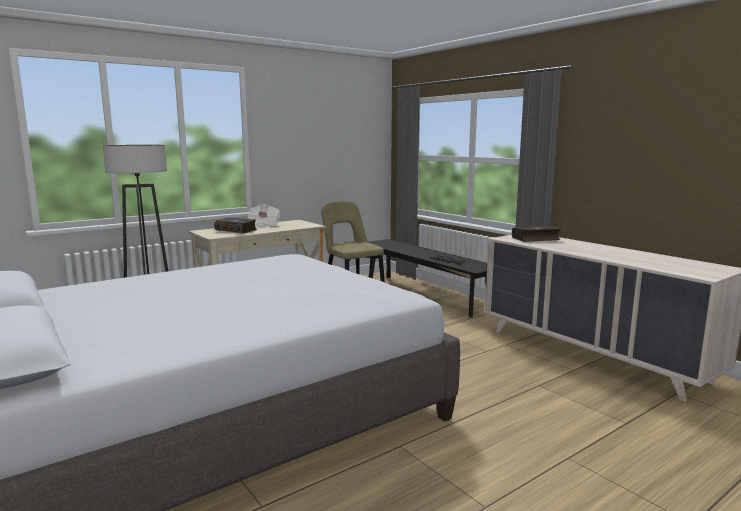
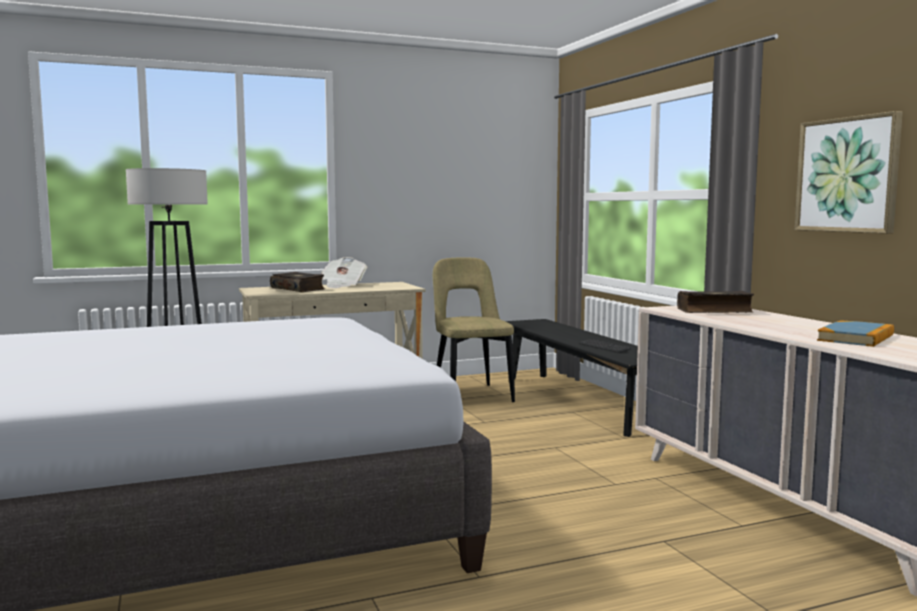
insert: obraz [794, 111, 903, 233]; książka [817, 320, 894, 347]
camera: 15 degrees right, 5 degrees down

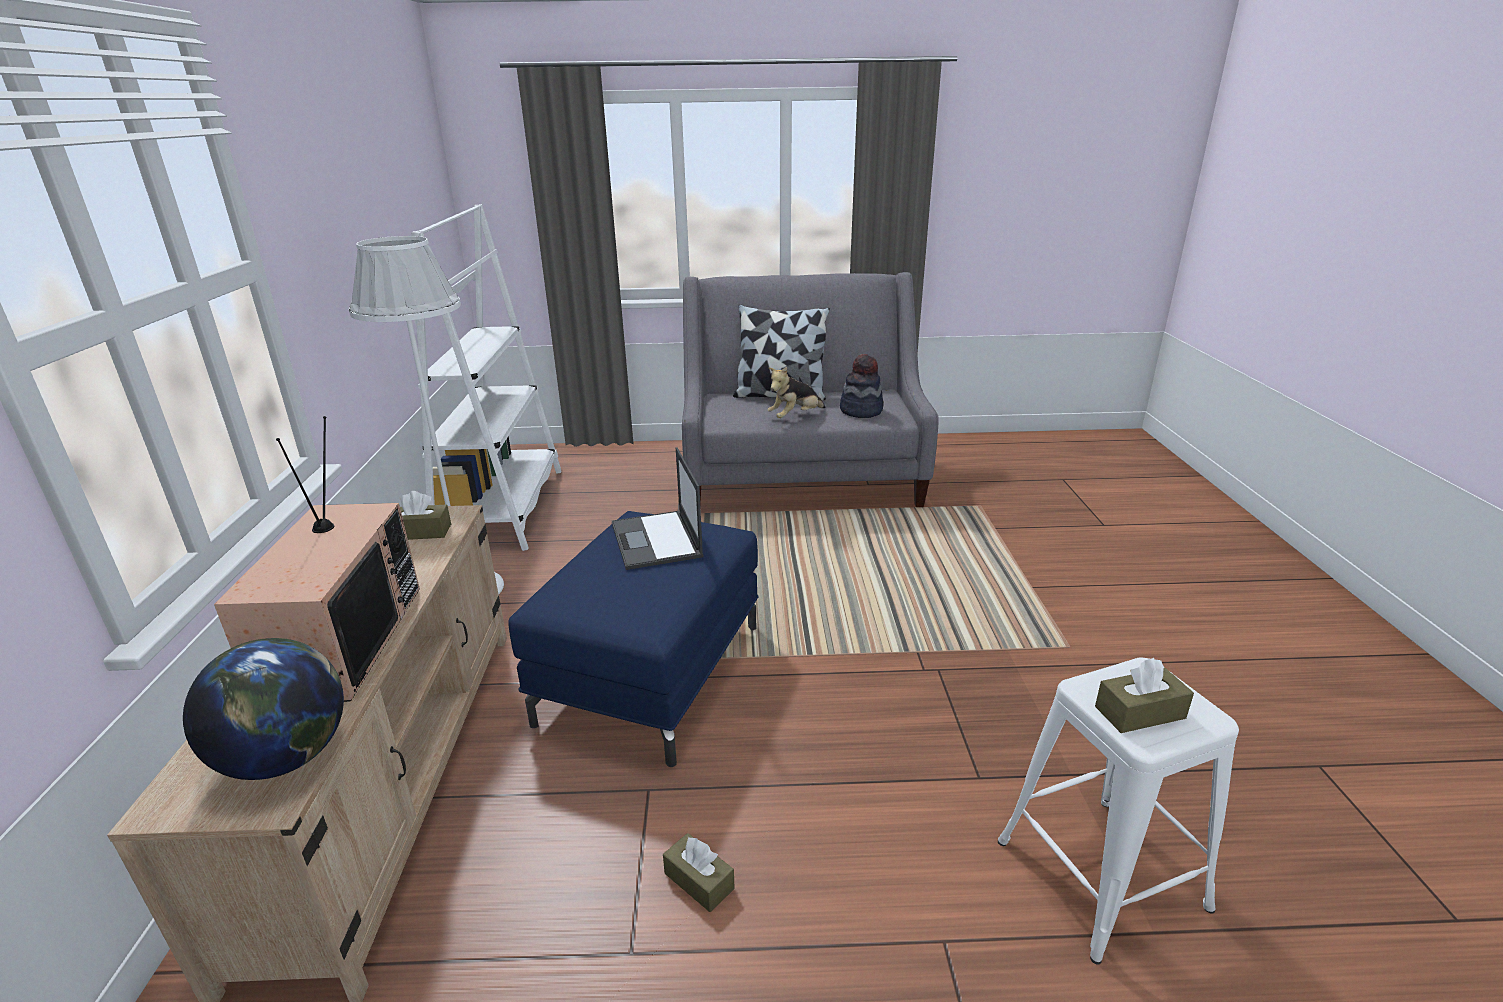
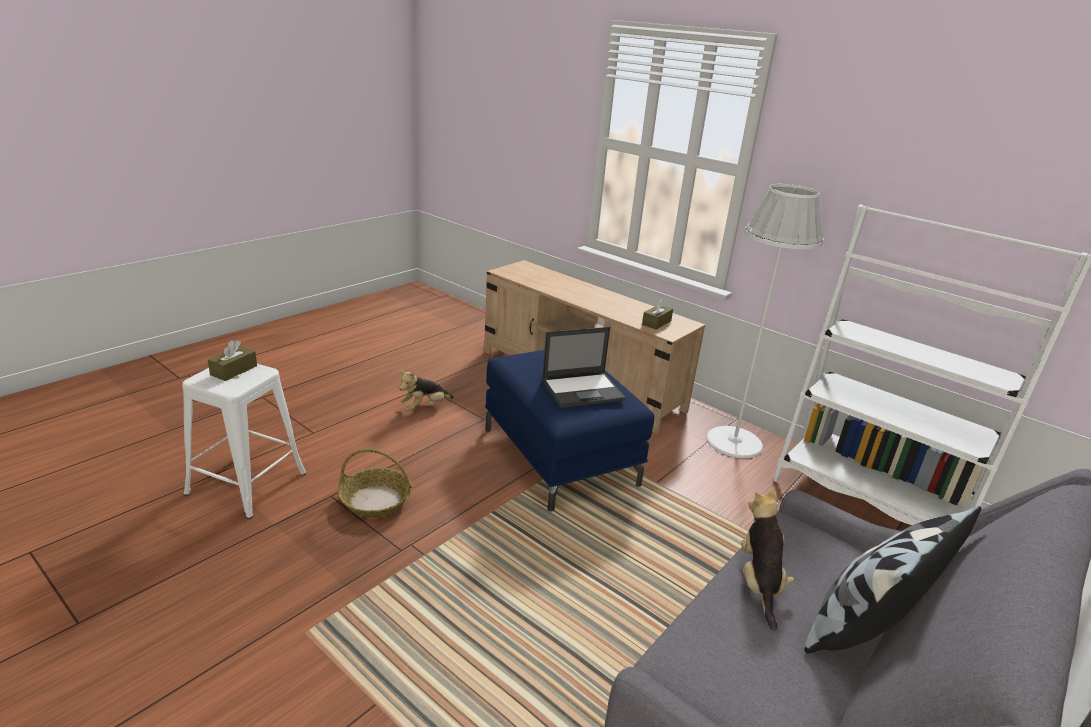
delete: globus [183, 638, 344, 780]; telewizor [214, 416, 420, 702]; kapelusz [840, 354, 884, 418]
insert: koszyk [338, 449, 412, 517]
replace: pudełko chusteczek [brązowy] [663, 833, 735, 912] to pluszak [399, 371, 454, 411]
rotate: laptop [612, 447, 704, 570] = [542, 327, 626, 408] 135 degrees clockwise
camera: 130 degrees right, 0 degrees up

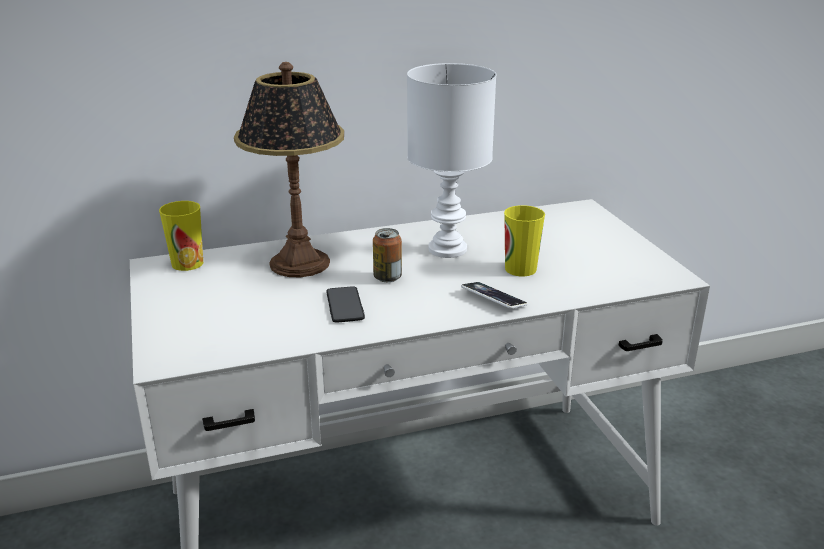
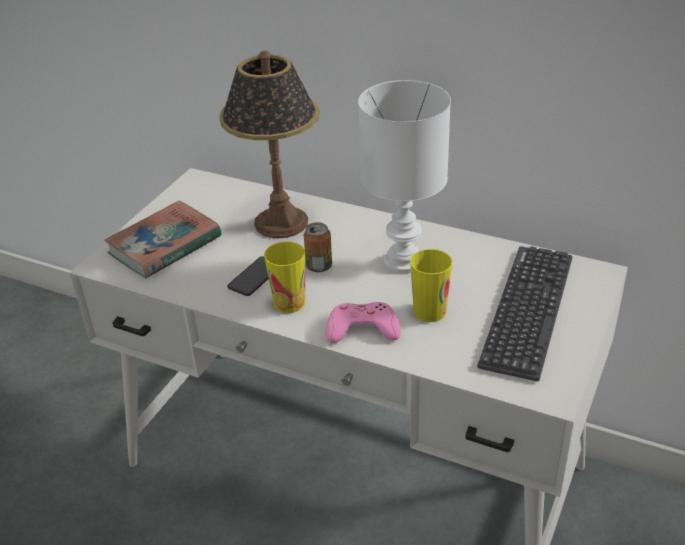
insert: książka [104, 200, 222, 278]; klawiatura [477, 246, 572, 381]
move: filiżanka [159, 201, 203, 271] to [264, 241, 305, 313]
replace: telefon [461, 282, 528, 309] to pad do gier [różowy] [326, 302, 401, 343]
camera: 45 degrees right, 10 degrees up

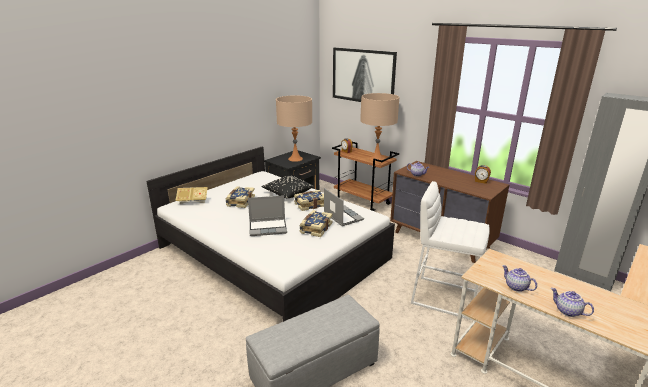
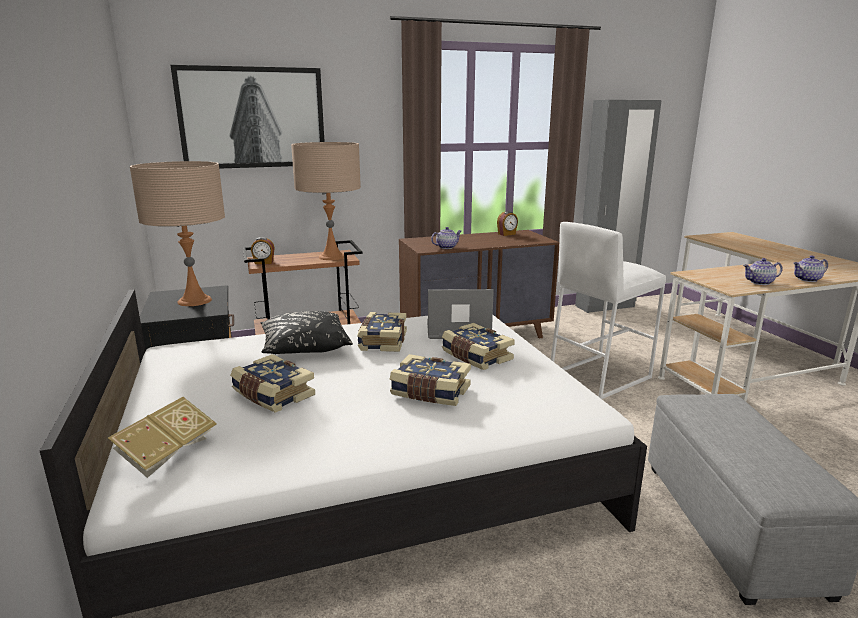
replace: laptop [248, 195, 287, 236] to książka [390, 354, 471, 406]
camera: 60 degrees left, 5 degrees down

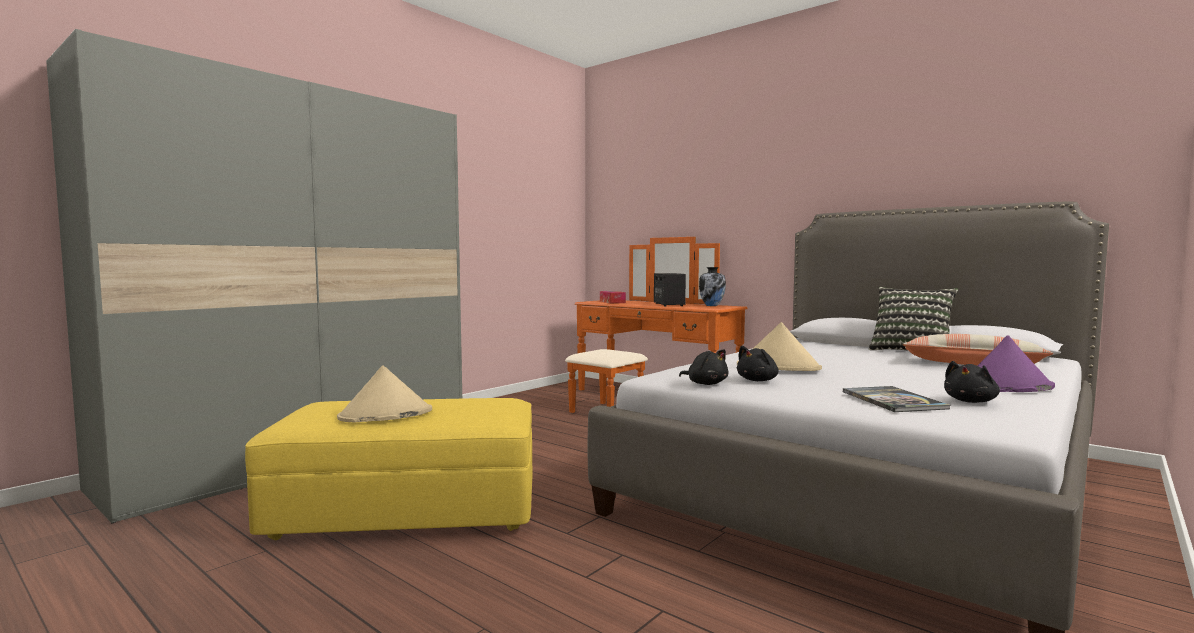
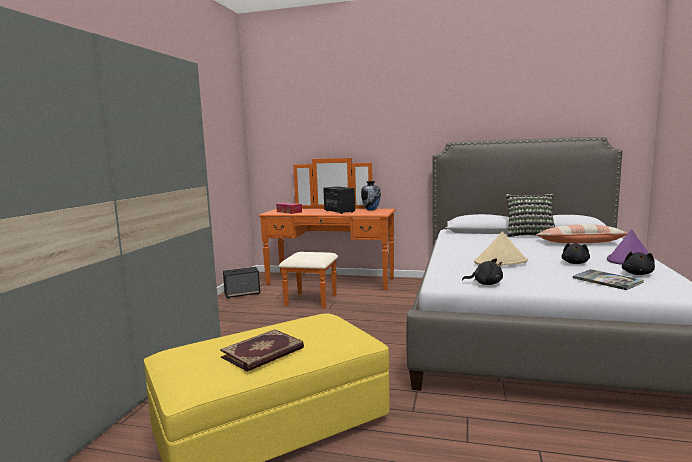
insert: głośnik [223, 267, 260, 299]
move: pluszak [czarny] [737, 346, 778, 381] to [561, 243, 590, 264]
replace: kapelusz [beżowy] [337, 365, 432, 422] to książka [220, 329, 304, 372]
camera: 25 degrees left, 5 degrees up

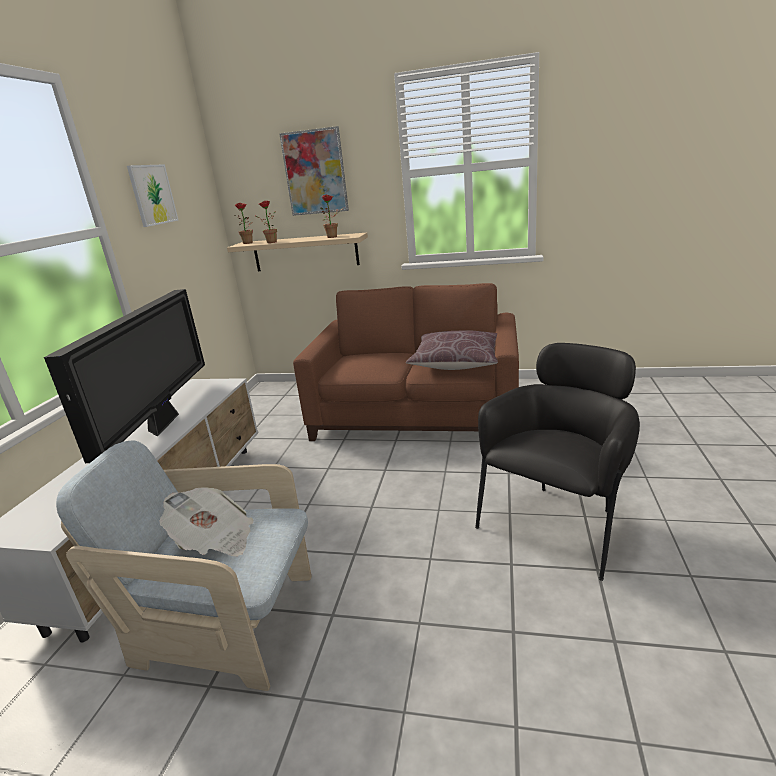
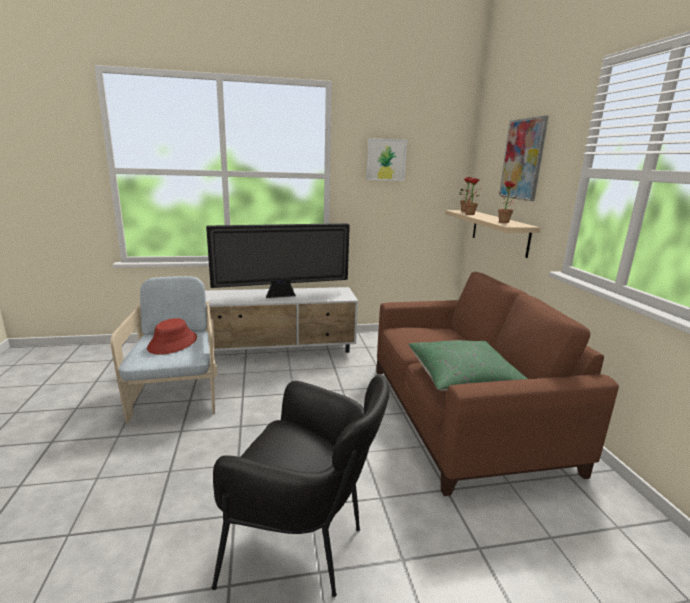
replace: gazeta [159, 487, 254, 556] to kapelusz [czerwony] [147, 318, 197, 355]
recolor: poduszka [brązowy] [406, 330, 498, 370] to poduszka [zielony] [409, 340, 528, 391]
camera: 65 degrees right, 5 degrees down

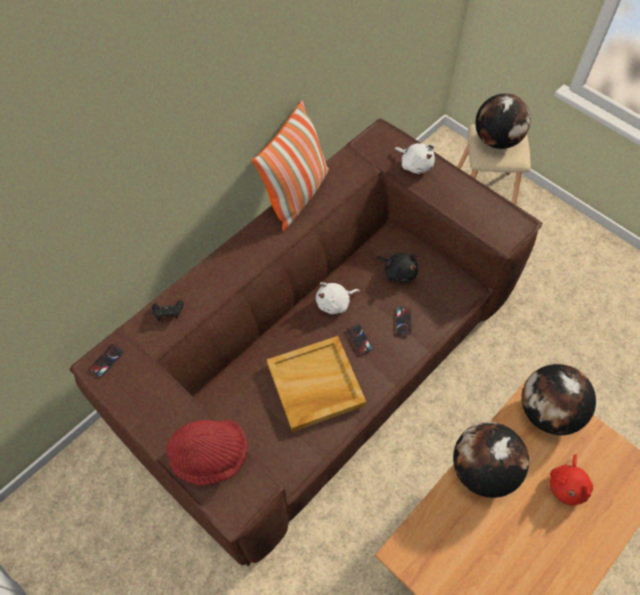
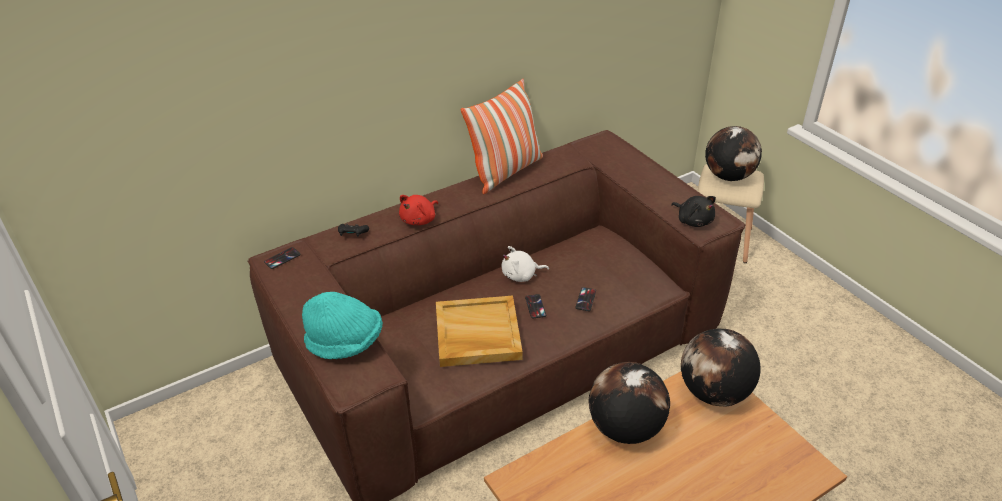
delete: pluszak [biały] [395, 143, 435, 174]
move: pluszak [czarny] [376, 253, 418, 284] to [671, 196, 716, 227]; pluszak [czerwony] [550, 454, 593, 506] to [399, 195, 438, 225]
recolor: kapelusz [czerwony] [166, 420, 248, 486] to kapelusz [turkusowy] [302, 292, 383, 359]
camera: 15 degrees right, 20 degrees down

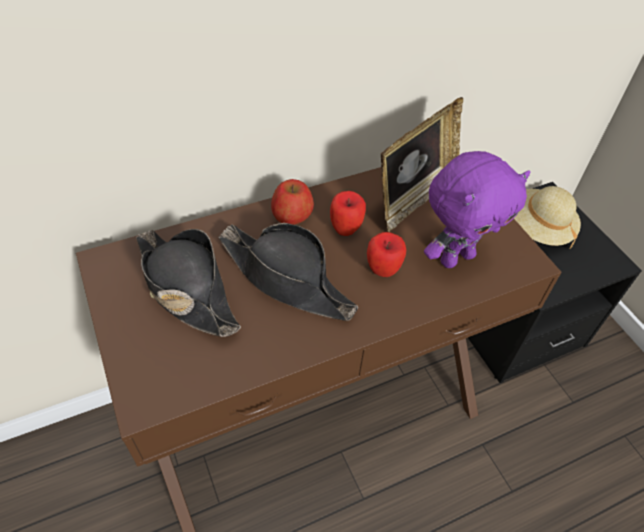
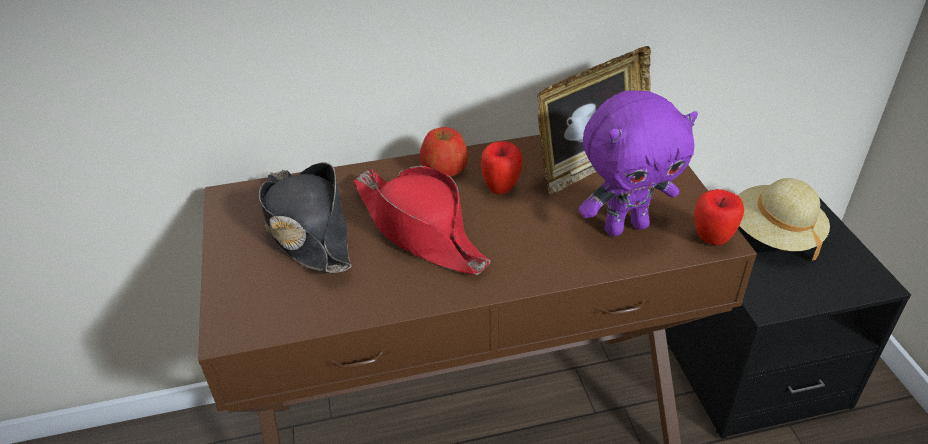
move: jabłko [367, 232, 406, 277] to [695, 189, 744, 245]
recolor: kapelusz [czarny] [218, 223, 358, 321] to kapelusz [czerwony] [353, 166, 490, 275]
camera: 15 degrees right, 10 degrees down

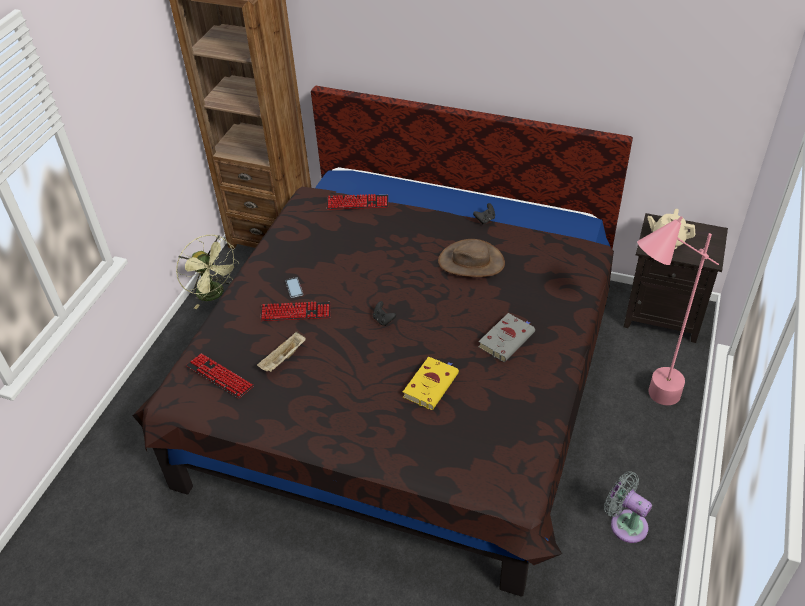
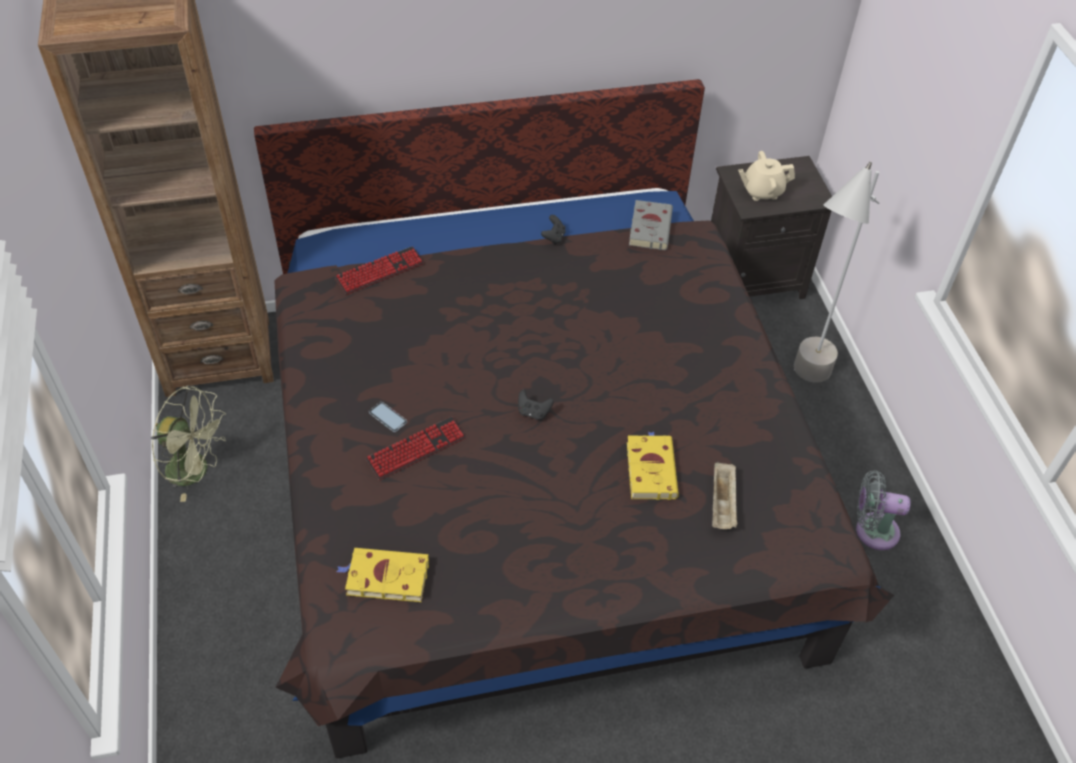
delete: kapelusz [brązowy] [438, 239, 505, 277]
move: taca [beżowy] [257, 332, 306, 372] to [712, 462, 738, 529]; książka [szary] [479, 313, 535, 362] to [629, 200, 673, 250]
replace: klawiatura [186, 353, 254, 399] to książka [żółty] [337, 548, 429, 602]
recolor: lampa stojąca [różowy] [637, 216, 719, 405] to lampa stojąca [szary] [794, 162, 879, 383]
camera: 35 degrees left, 5 degrees up

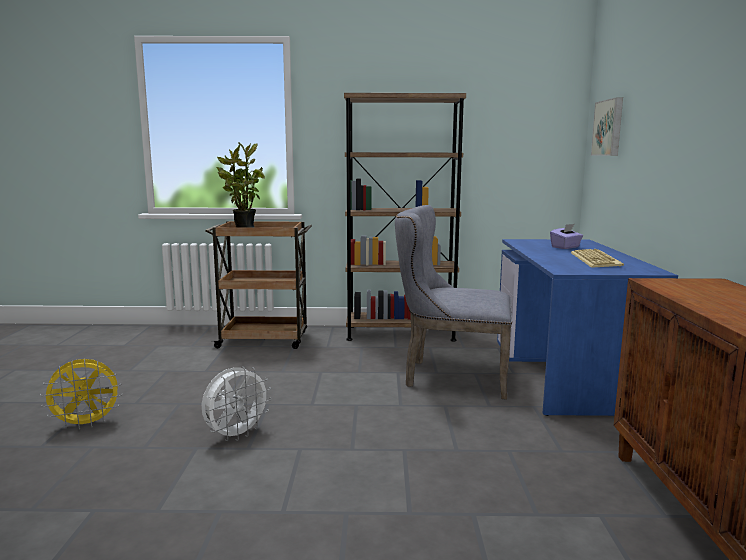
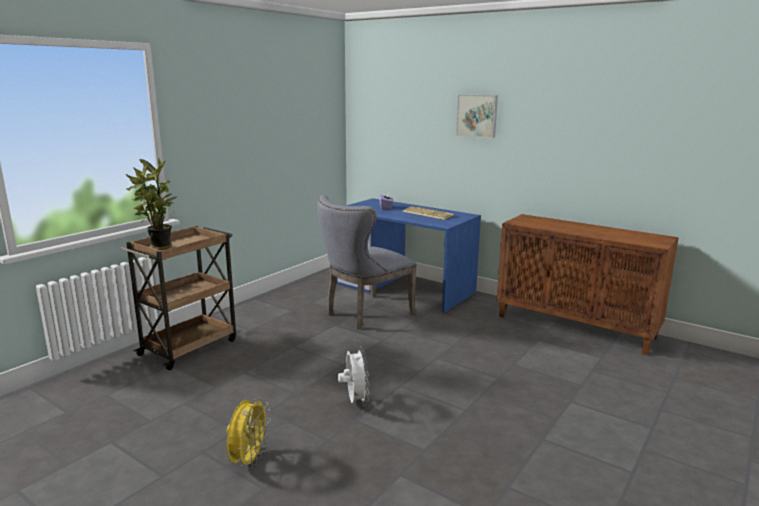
delete: regał [brązowy] [344, 93, 466, 341]
move: obraz [591, 97, 623, 156] to [456, 94, 498, 138]
camera: 55 degrees left, 5 degrees up

